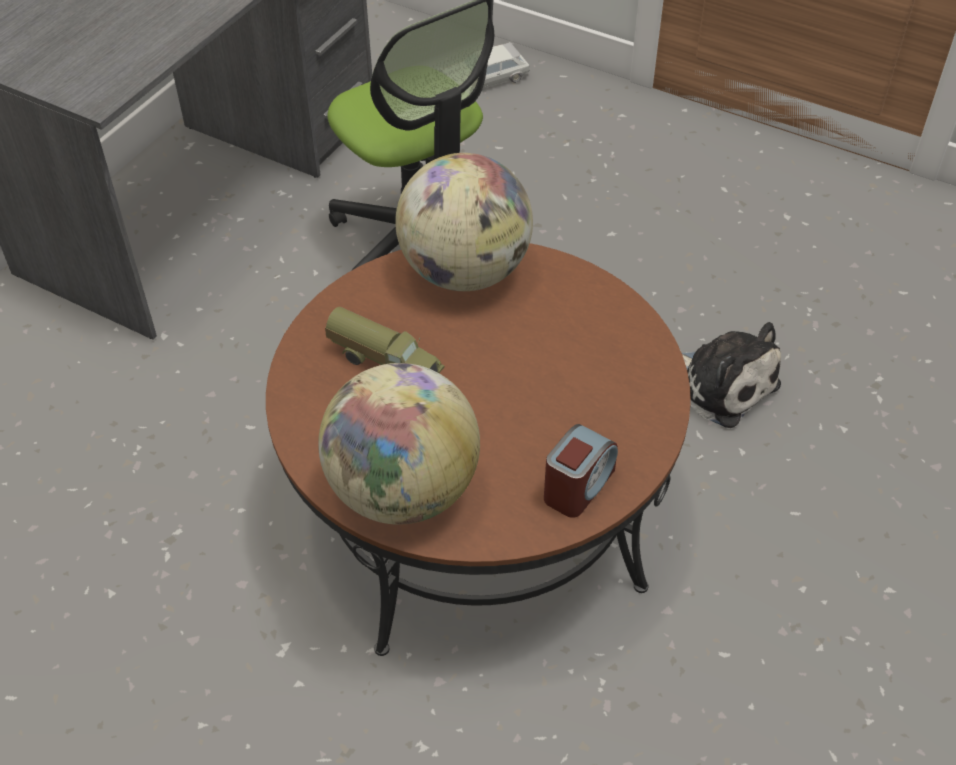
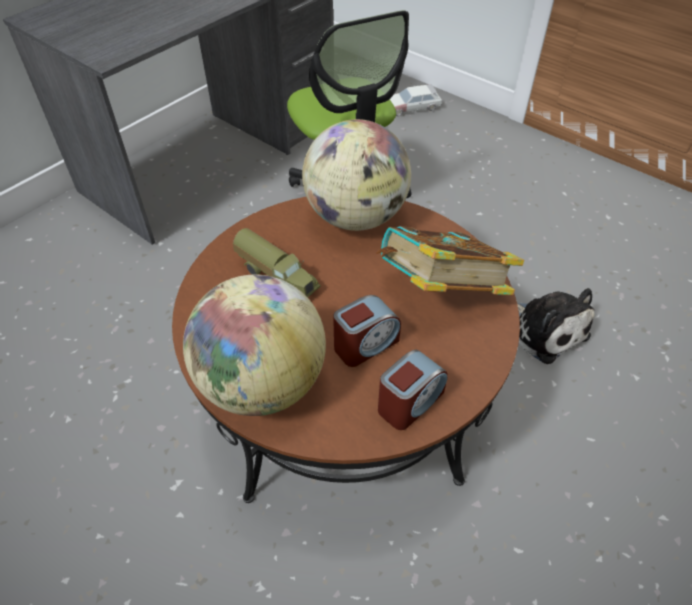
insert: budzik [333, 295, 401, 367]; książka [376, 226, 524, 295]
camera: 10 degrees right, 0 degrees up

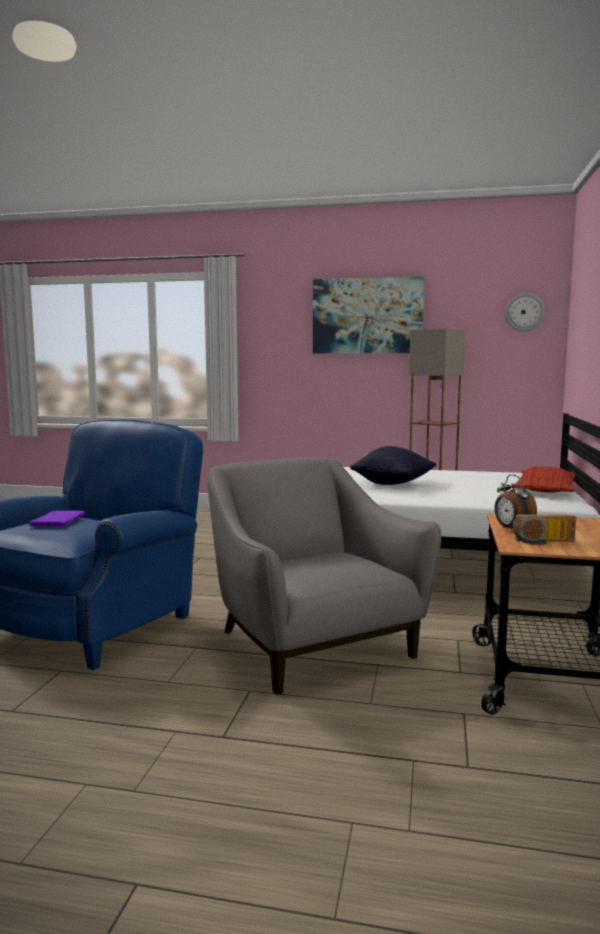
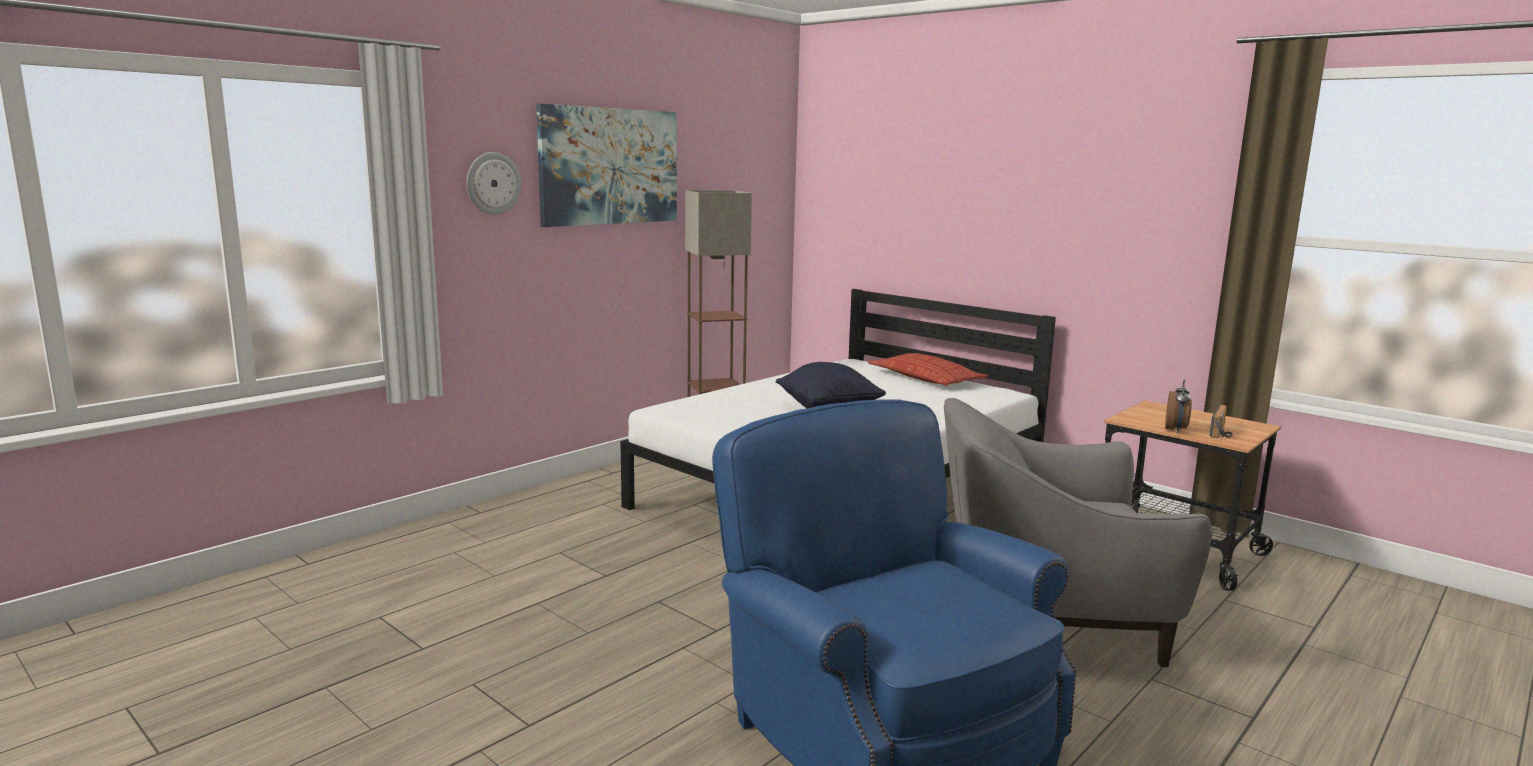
delete: książka [fioletowy] [29, 510, 85, 527]
move: zegar ścienny [505, 293, 545, 332] to [467, 152, 521, 215]
rotate: budzik [495, 474, 537, 529] = [1165, 379, 1192, 433] 75 degrees counterclockwise
camera: 60 degrees left, 5 degrees up

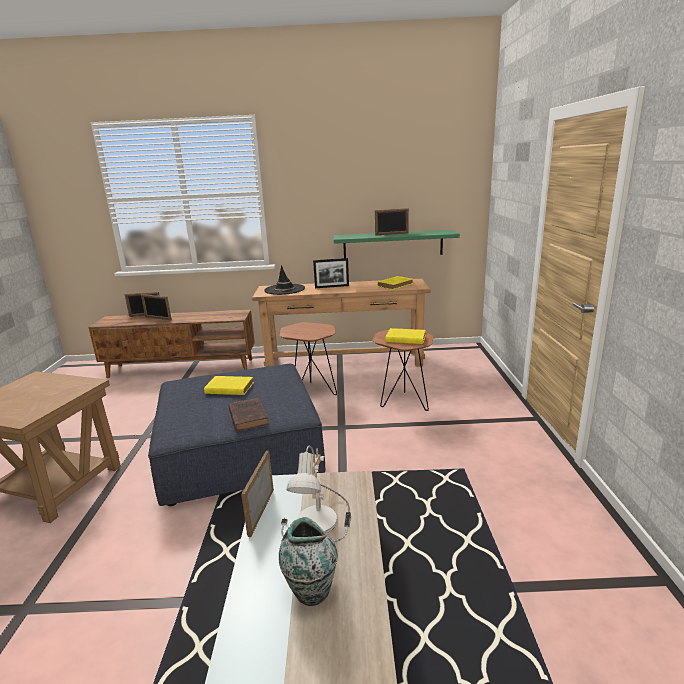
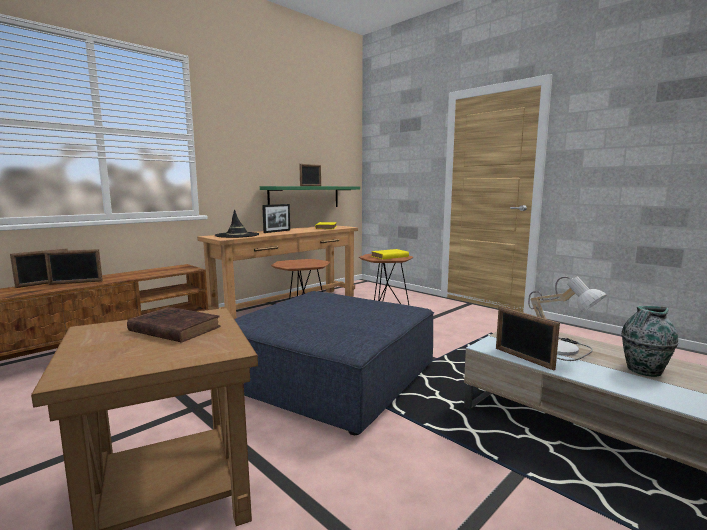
delete: książka [żółty] [204, 376, 254, 395]
move: książka [brązowy] [229, 398, 269, 431] to [127, 307, 220, 343]
camera: 45 degrees left, 10 degrees down

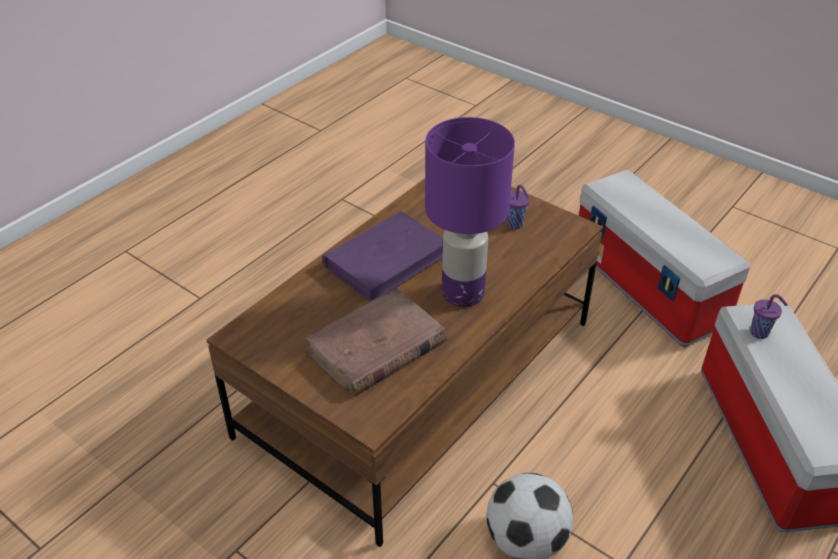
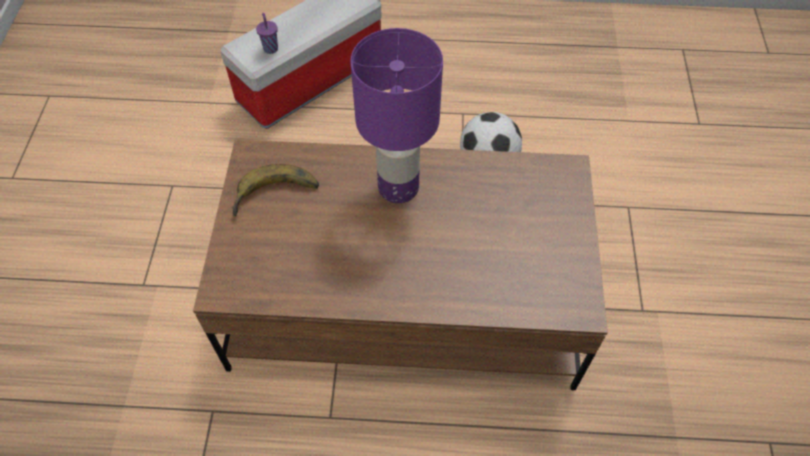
delete: książka [brązowy] [304, 288, 447, 397]; książka [fioletowy] [322, 211, 443, 302]; pojemnik do przechowywania [579, 169, 750, 347]
replace: filiżanka [fioletowy] [506, 185, 530, 229] to banan [231, 164, 319, 216]
camera: 125 degrees left, 15 degrees up

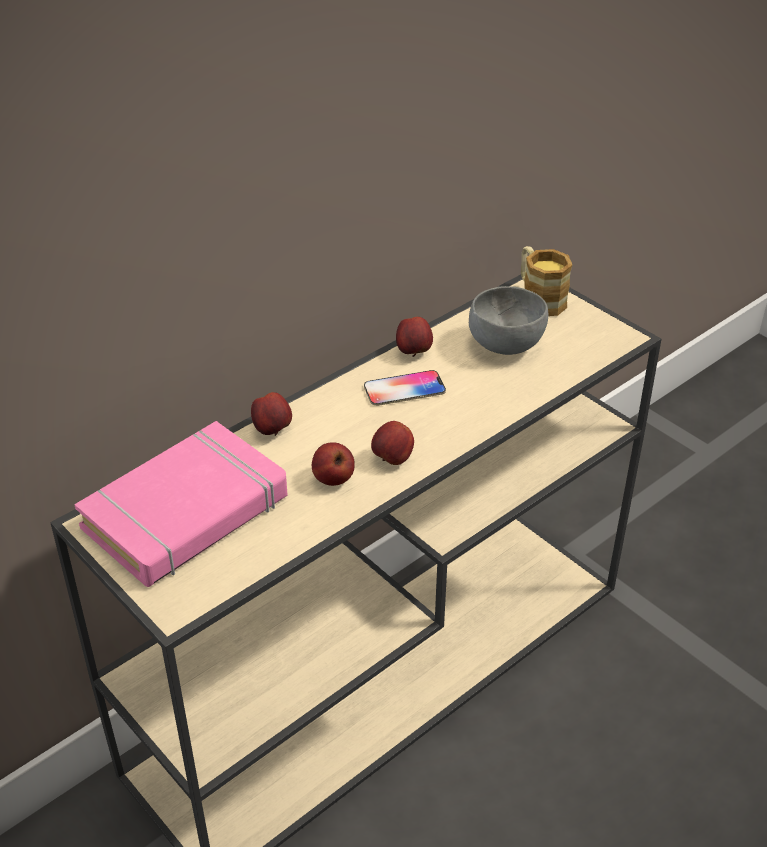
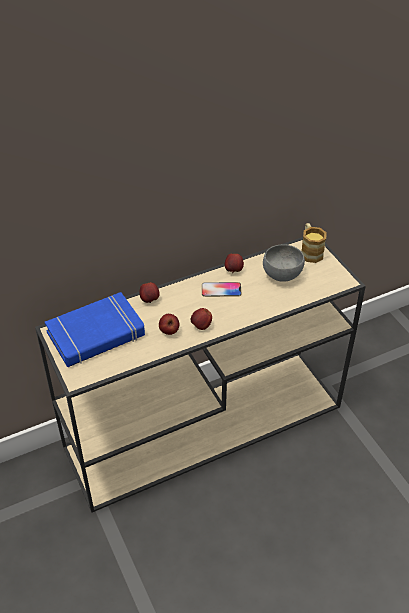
recolor: książka [różowy] [74, 421, 288, 587] to książka [niebieski] [45, 292, 145, 367]
camera: 15 degrees right, 5 degrees up

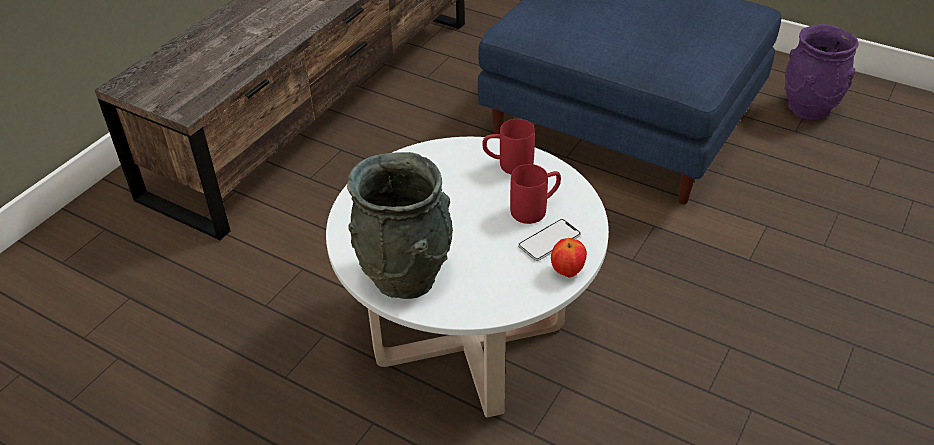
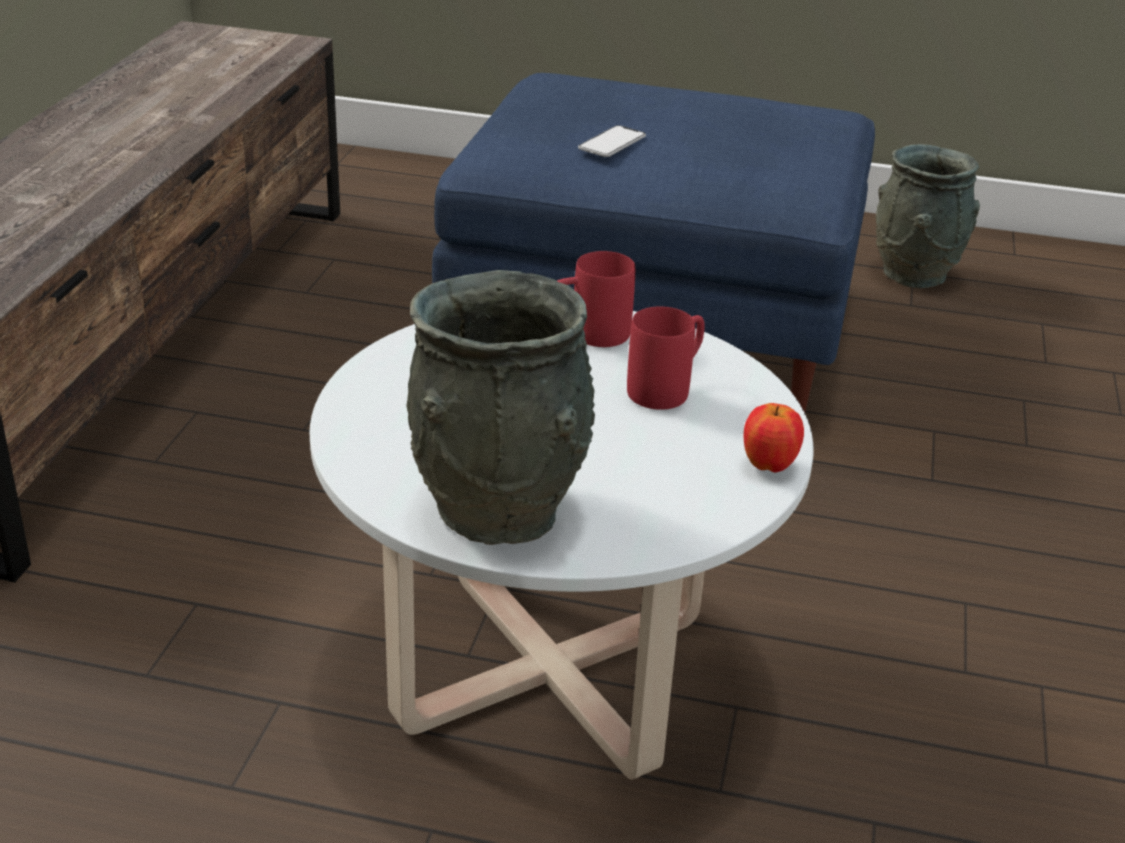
move: telefon [518, 219, 581, 261] to [578, 125, 646, 157]
recolor: wazon [fioletowy] [784, 24, 859, 120] to wazon [szary] [875, 144, 980, 289]
camera: 20 degrees left, 10 degrees down

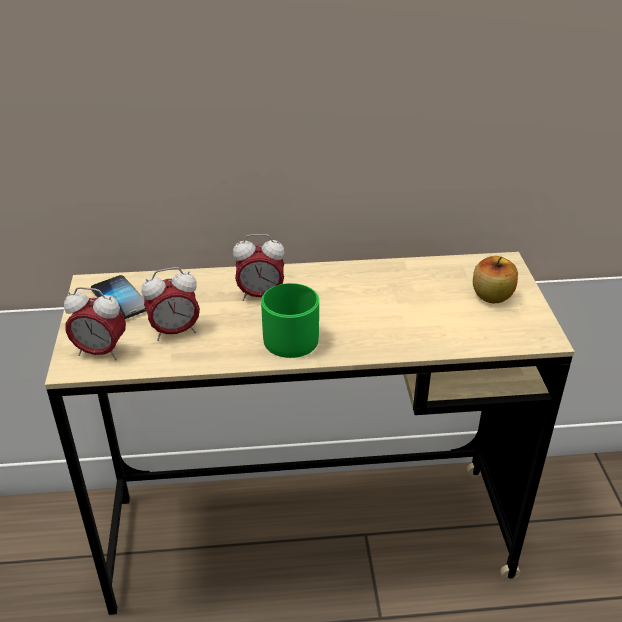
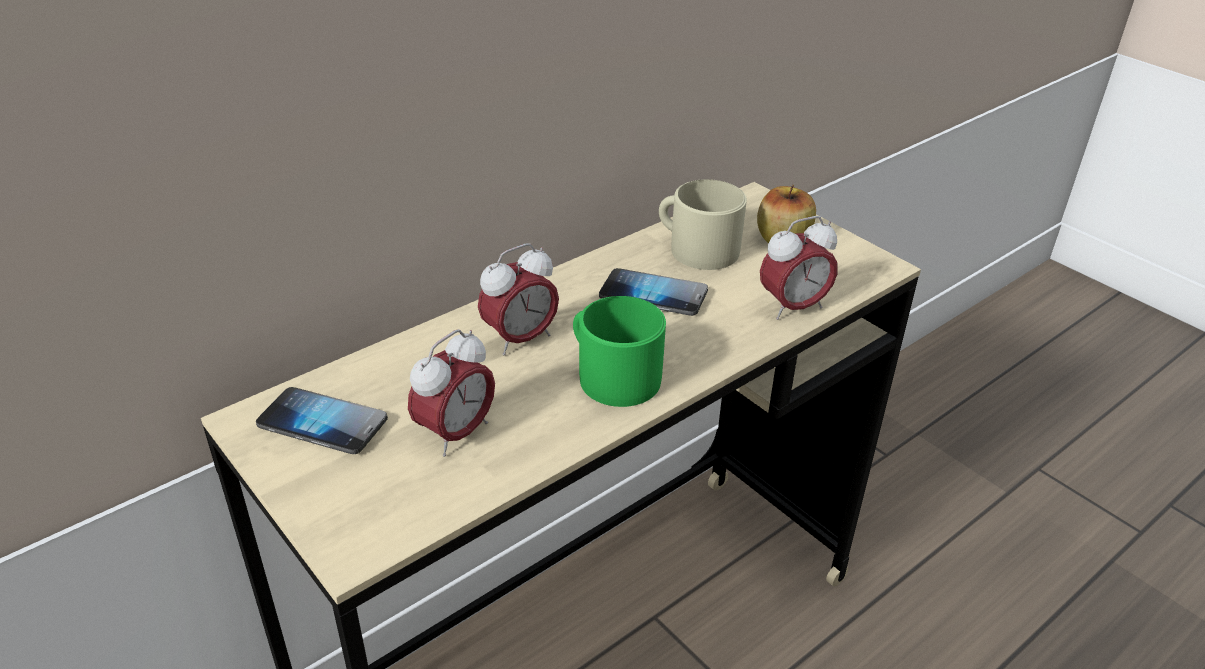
insert: telefon [599, 268, 708, 316]; kubek [beżowy] [659, 179, 747, 270]
move: budzik [64, 287, 126, 360] to [760, 216, 838, 320]
camera: 35 degrees left, 0 degrees up

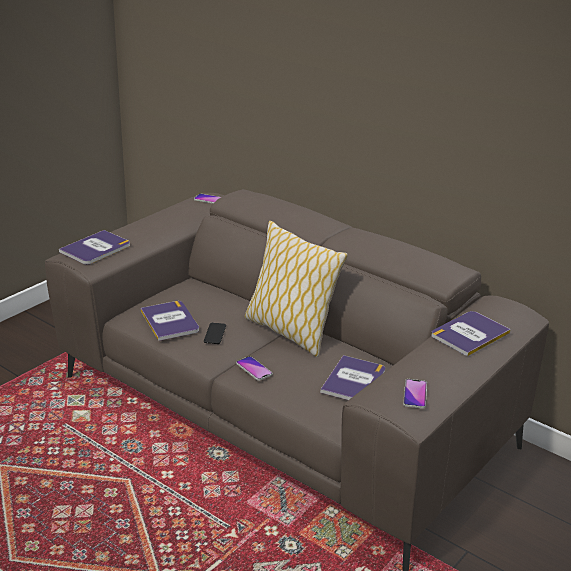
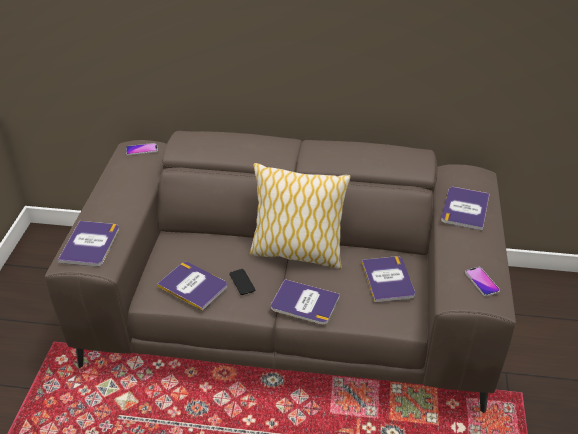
replace: telefon [236, 356, 273, 381] to książka [271, 279, 340, 325]
camera: 30 degrees left, 10 degrees up

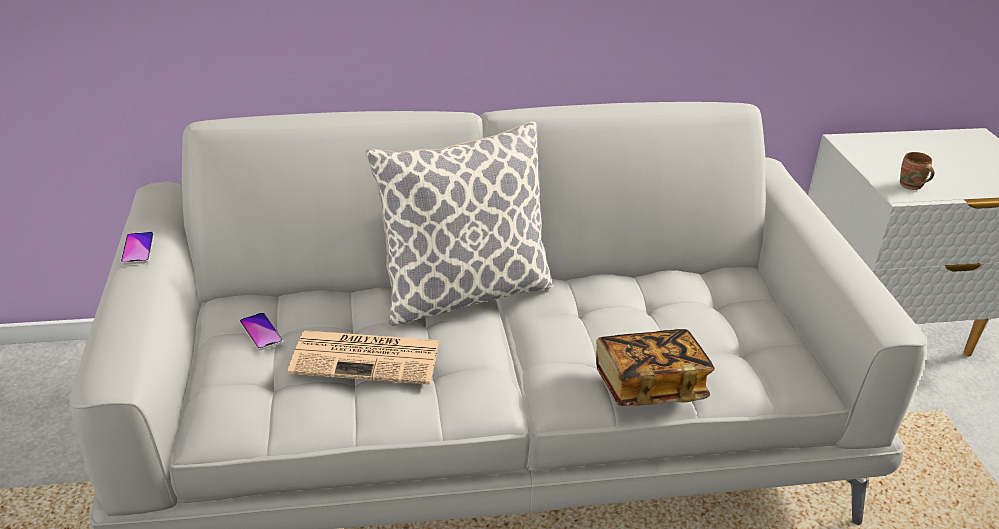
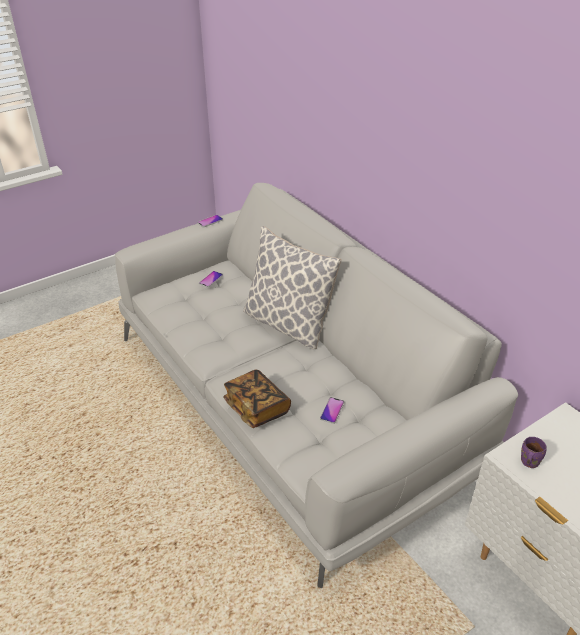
delete: gazeta [288, 330, 439, 385]
insert: telefon [320, 397, 344, 424]
recolor: kubek [brązowy] [900, 152, 935, 190] to kubek [fioletowy] [521, 437, 547, 468]
camera: 65 degrees right, 5 degrees up

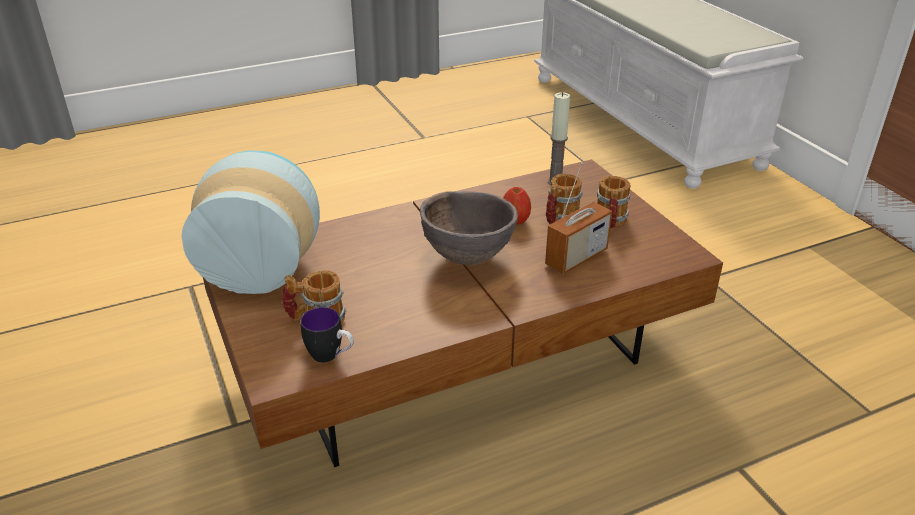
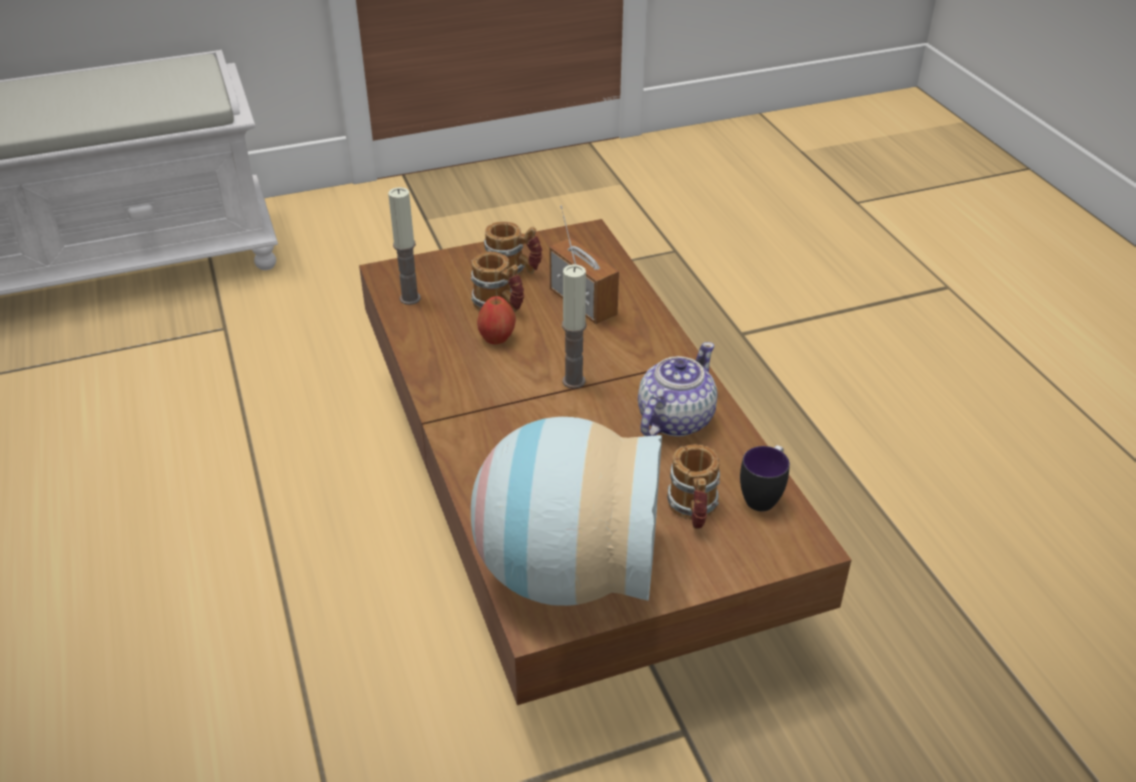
insert: imbryk [638, 342, 717, 437]
replace: miska [brązowy] [420, 191, 518, 265] to świeca [562, 265, 587, 389]
camera: 85 degrees left, 5 degrees up

